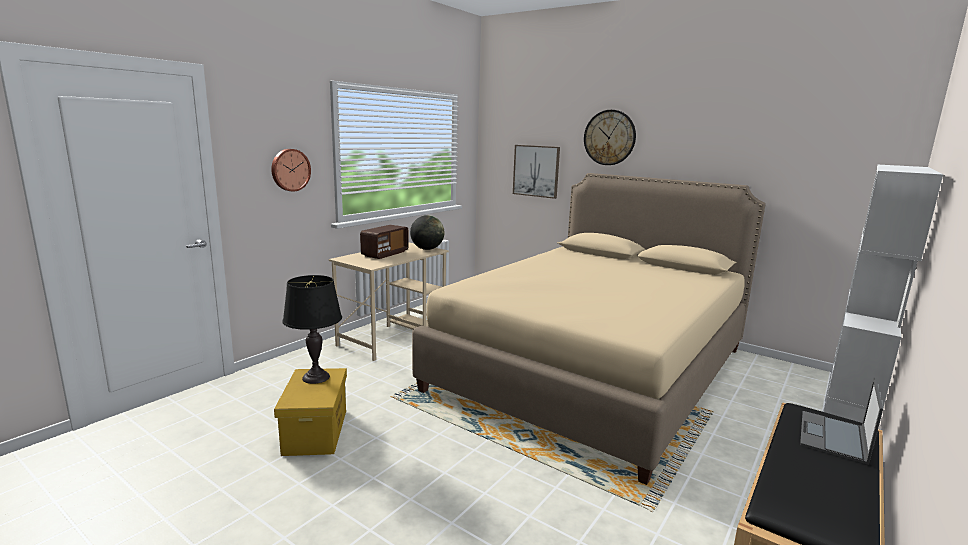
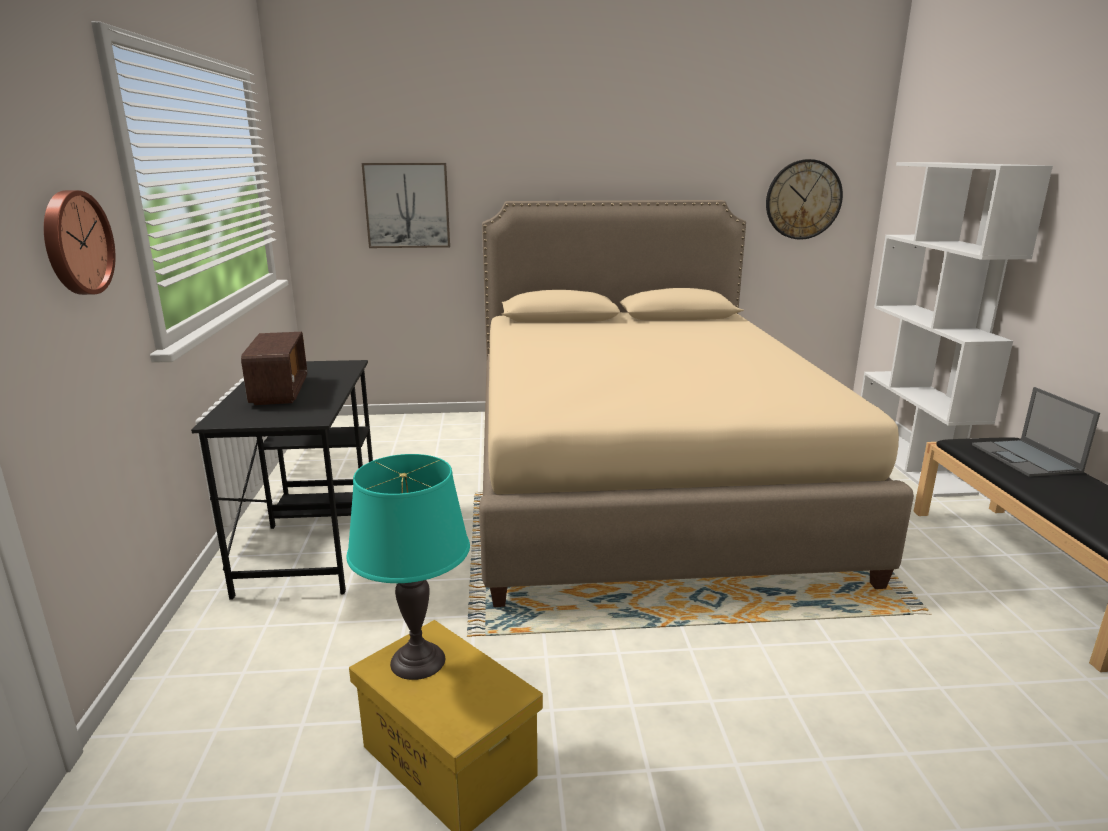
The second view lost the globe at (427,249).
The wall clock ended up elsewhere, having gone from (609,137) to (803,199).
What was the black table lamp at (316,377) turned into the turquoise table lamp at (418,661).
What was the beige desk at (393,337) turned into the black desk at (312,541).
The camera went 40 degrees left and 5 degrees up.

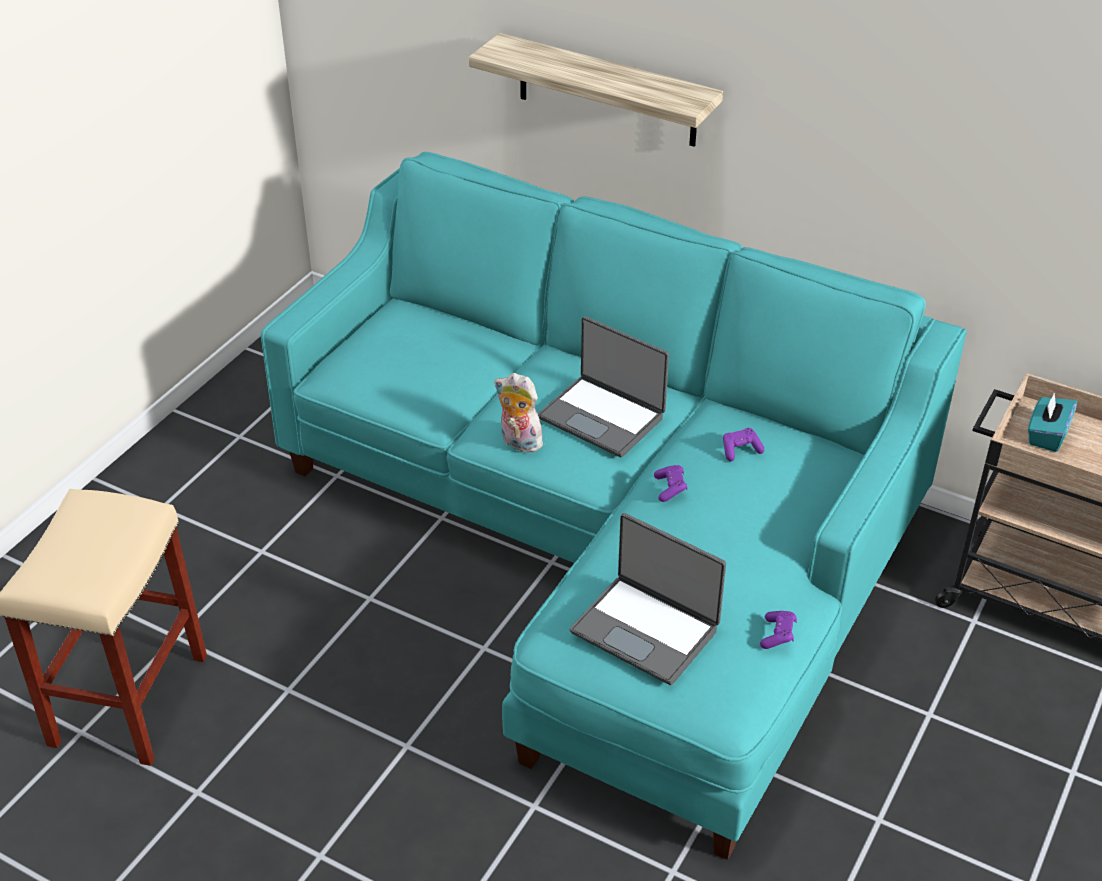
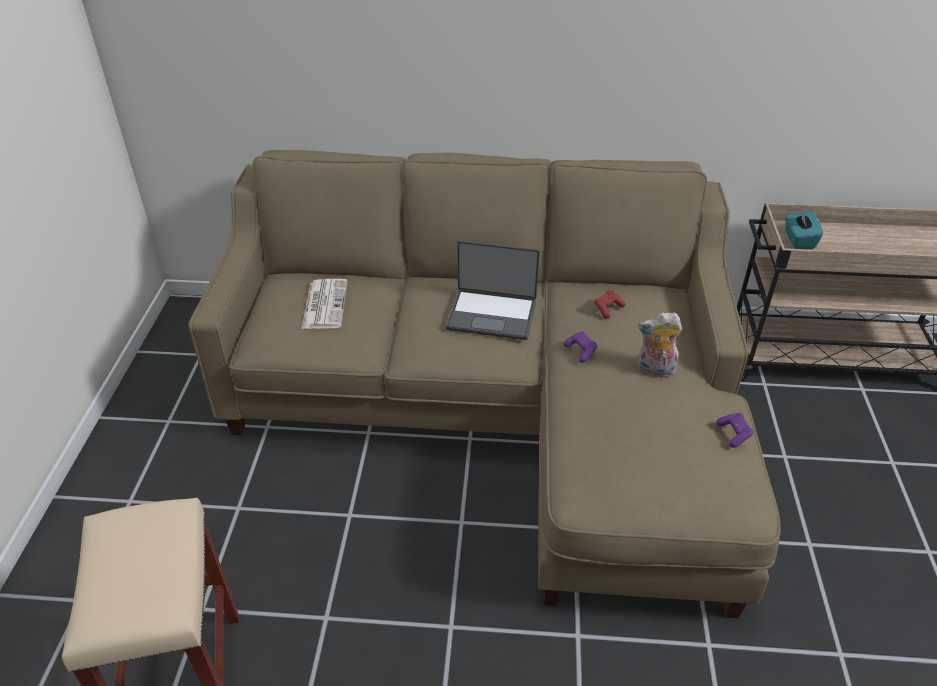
The second view lost the shelf at (607,91).
The second view lost the laptop at (646,629).
The second view gained the newspaper at (324,304).
The plush toy ended up elsewhere, having gone from (518,442) to (654,371).
What was the turquoise sofa at (610,541) turned into the beige sofa at (501,409).
What was the purple game controller at (740,450) turned into the red game controller at (608,309).
The camera went 25 degrees left and 0 degrees up.

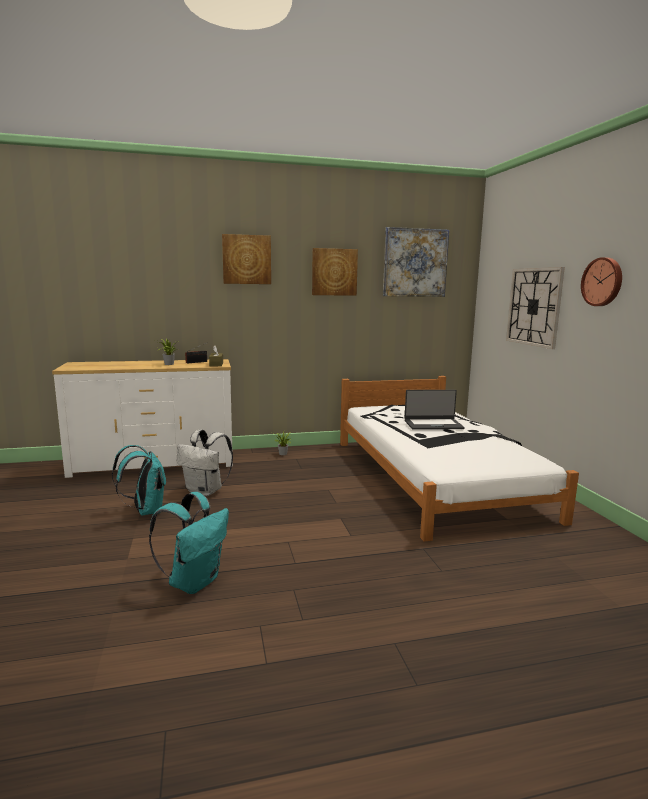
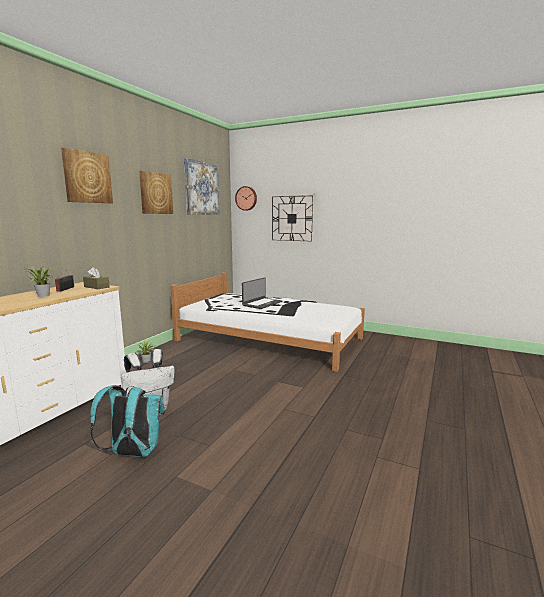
The second view lost the turquoise backpack at (194,581).
The wall clock ended up elsewhere, having gone from (603,282) to (246,198).
The camera went 50 degrees left and 0 degrees up.

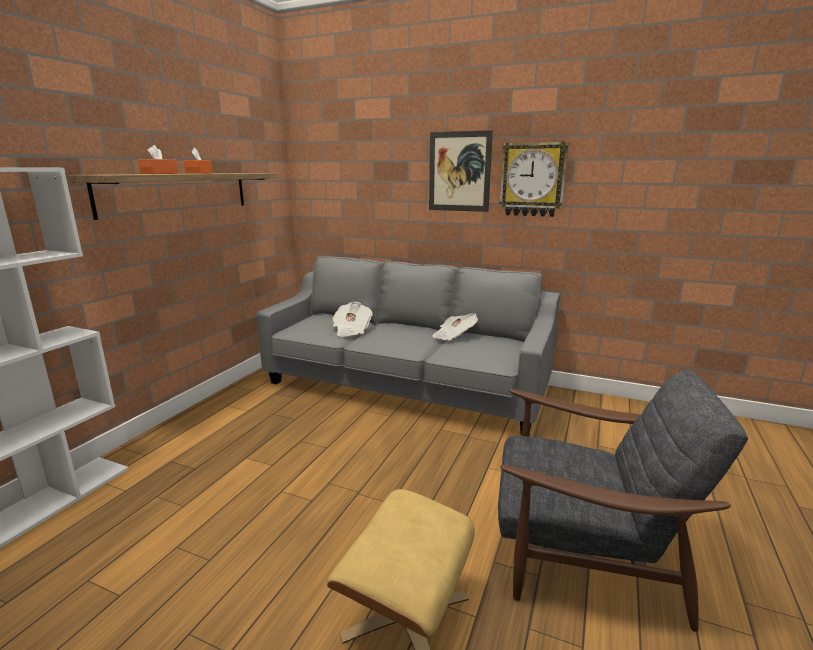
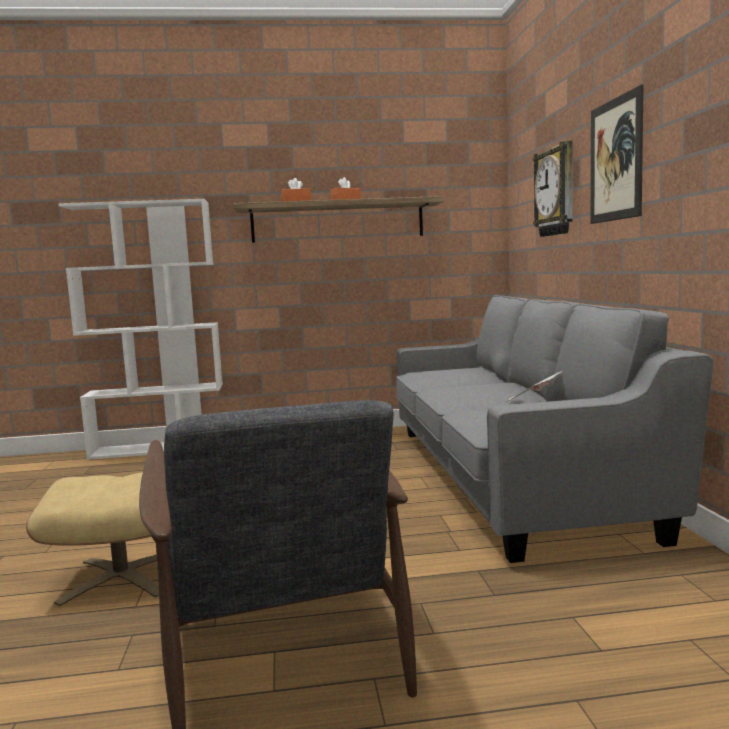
The second view lost the newspaper at (351,330).
The wall clock ended up elsewhere, having gone from (533,180) to (556,191).
The camera went 60 degrees right and 10 degrees down.

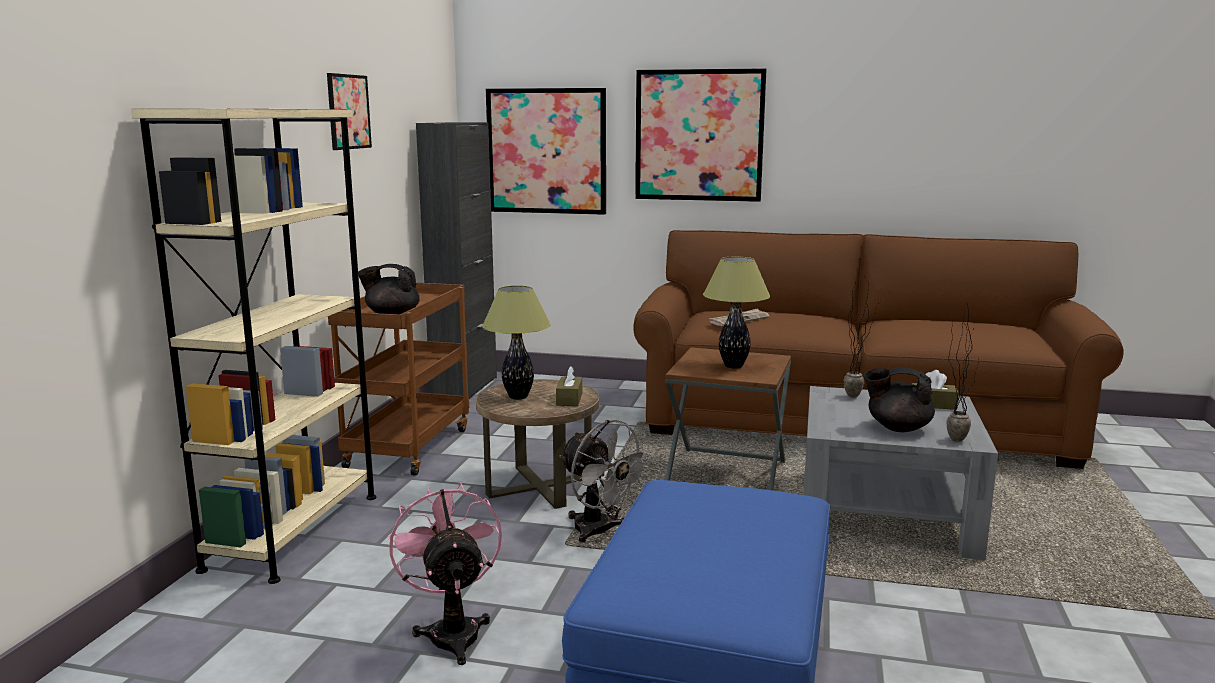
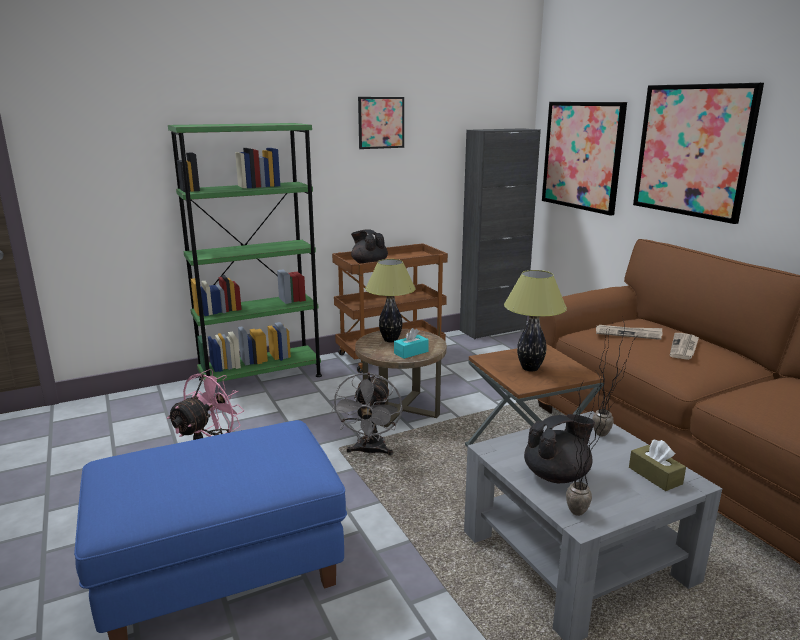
The second view gained the newspaper at (684,348).
What was the beige bookcase at (294,531) turned into the green bookcase at (260,377).
What was the brown tissue box at (569,399) turned into the turquoise tissue box at (411,352).
The black teapot at (897,428) ended up facing another way, 90 degrees clockwise from before.
The camera went 50 degrees right and 5 degrees up.

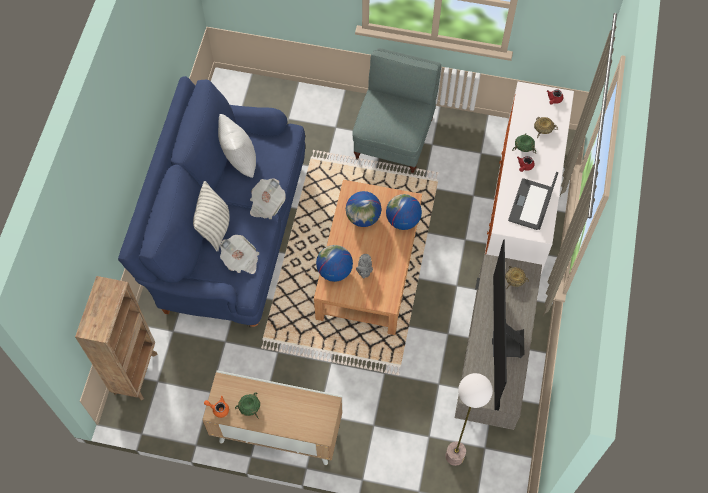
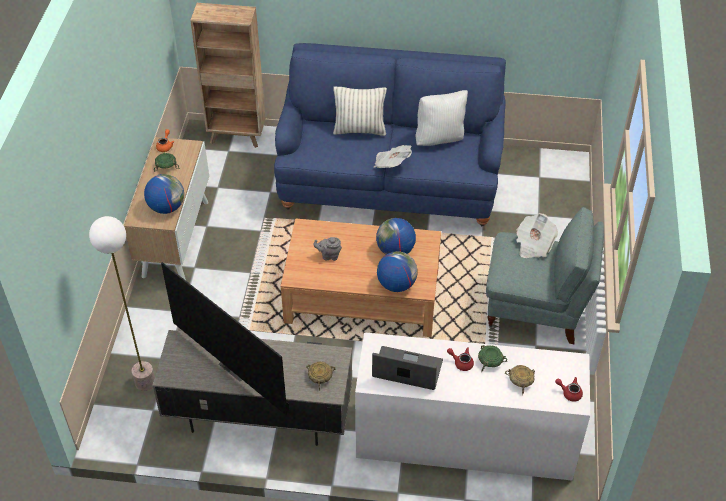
The newspaper ended up elsewhere, having gone from (241,260) to (533,244).
The globe ended up elsewhere, having gone from (334,271) to (166,207).
The television at (502,344) ended up facing another way, 135 degrees counterclockwise from before.
The camera went 85 degrees right and 15 degrees down.

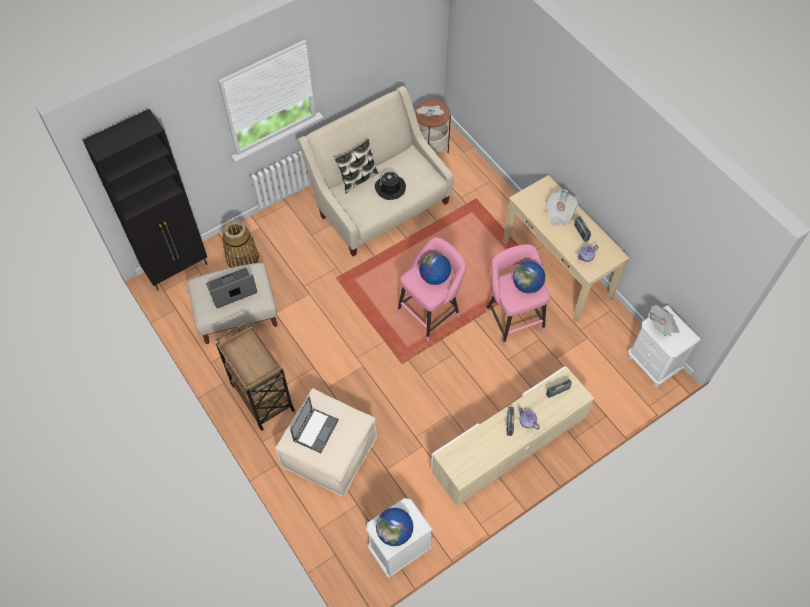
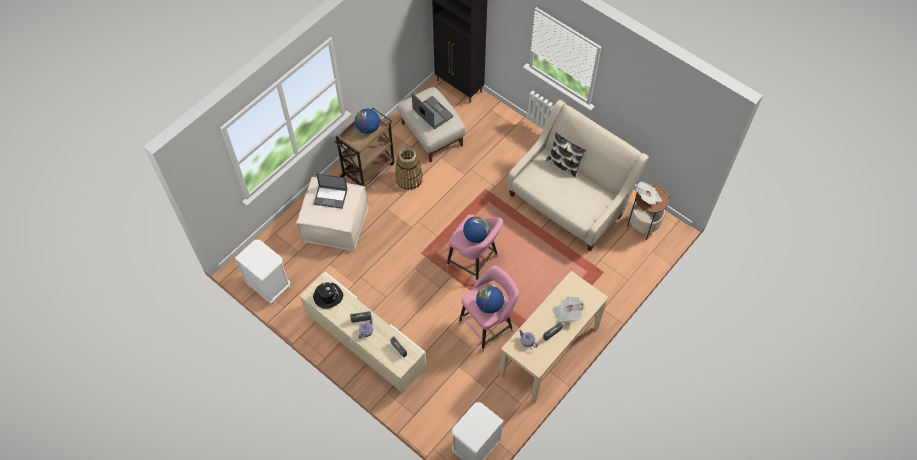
The second view lost the newspaper at (662,326).
The basket ended up elsewhere, having gone from (242,258) to (409,179).
The black hat ended up elsewhere, having gone from (390,188) to (328,296).
The globe ended up elsewhere, having gone from (394,532) to (368,128).
The camera went 75 degrees right and 0 degrees up.

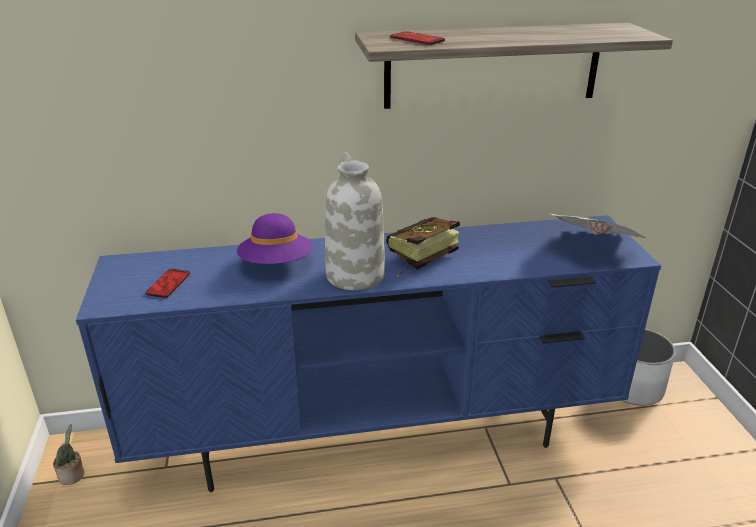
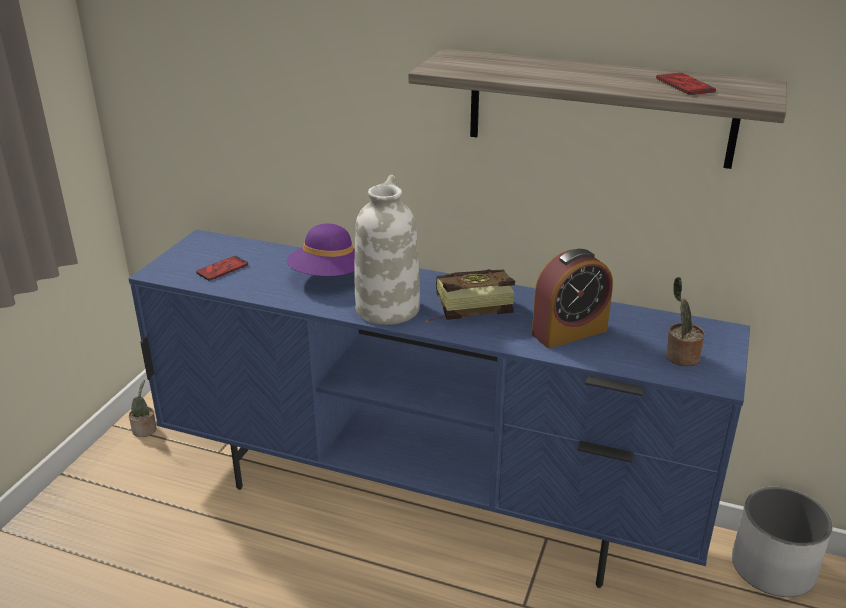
The second view gained the alarm clock at (569,332).
The phone ended up elsewhere, having gone from (417,39) to (685,85).
Where the newspaper stood at (594,248), the potted plant came to stand at (679,357).
The camera went 30 degrees right and 0 degrees up.

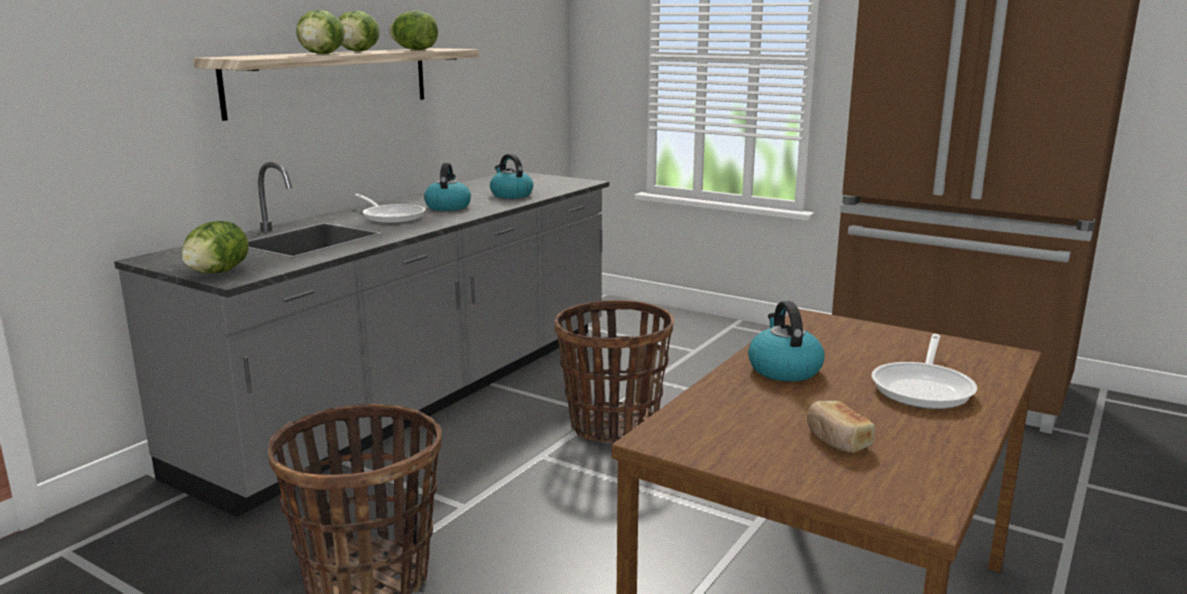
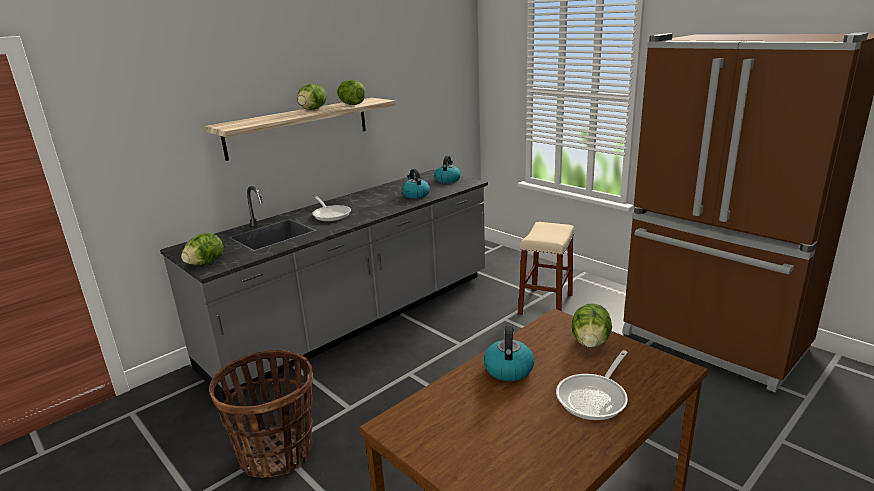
The second view lost the basket at (613,426).
The second view lost the bread at (837,439).
The second view gained the beige stool at (546,304).
The lettuce ended up elsewhere, having gone from (321,54) to (590,343).
The kettle ended up elsewhere, having gone from (448,207) to (447,180).
The camera went 15 degrees right and 5 degrees up.

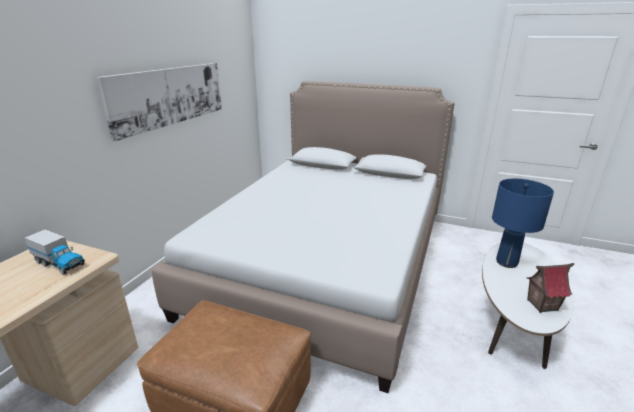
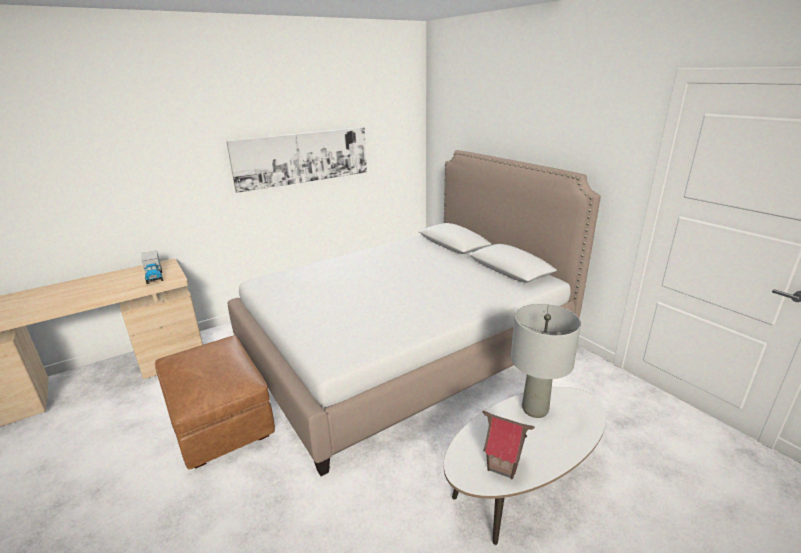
What was the blue table lamp at (506,262) turned into the grey table lamp at (534,409).
The camera went 35 degrees right and 0 degrees up.

